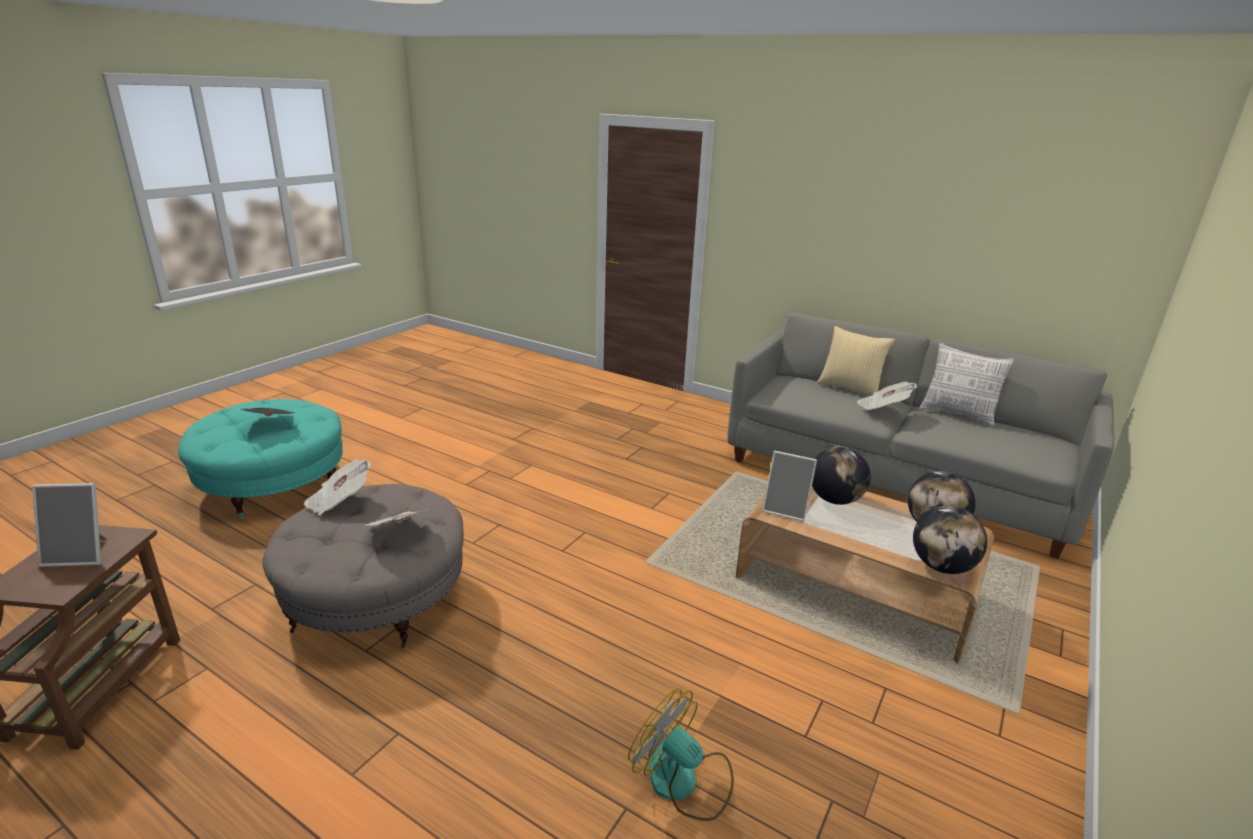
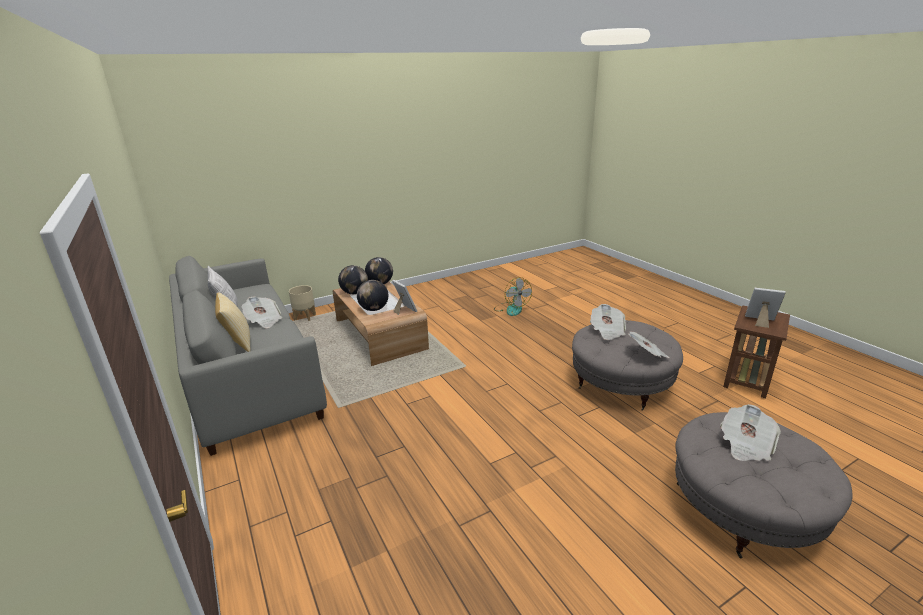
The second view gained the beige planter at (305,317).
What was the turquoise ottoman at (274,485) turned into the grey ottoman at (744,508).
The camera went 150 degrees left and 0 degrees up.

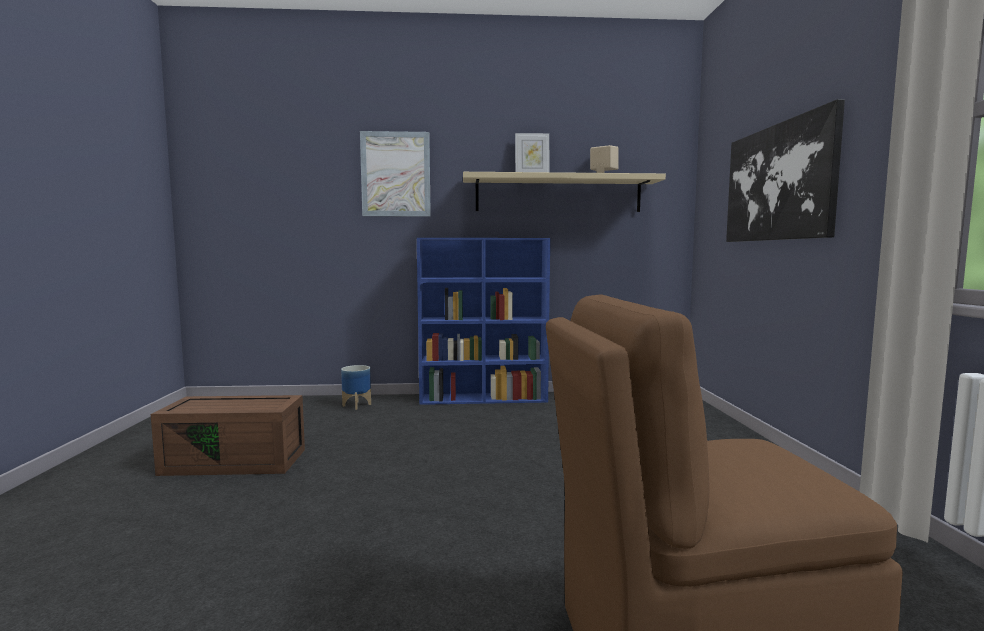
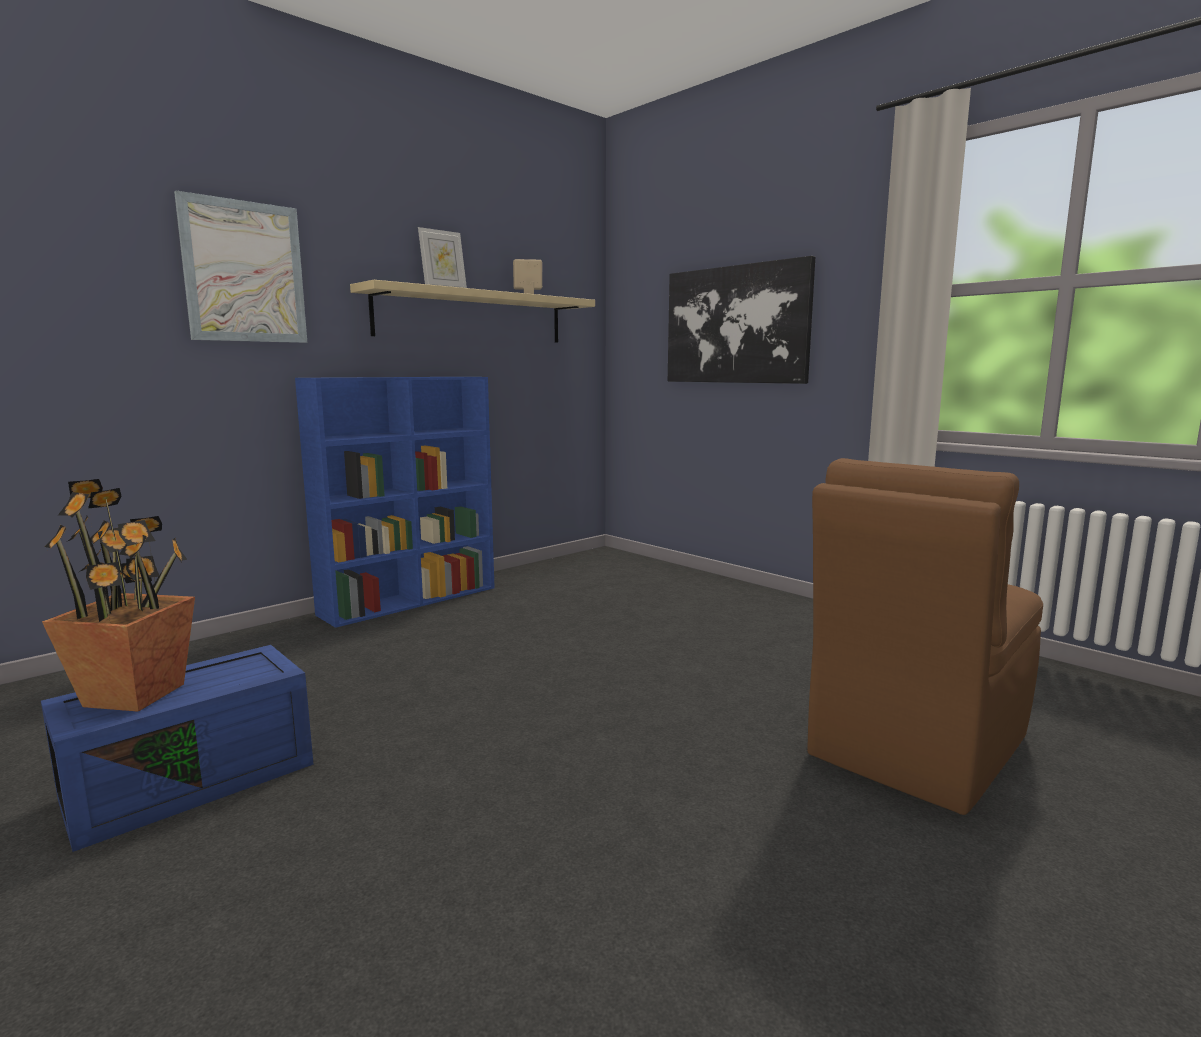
The second view lost the planter at (357,405).
The second view gained the potted plant at (136,695).
What was the brown storage box at (237,461) turned into the blue storage box at (193,778).
The camera went 40 degrees left and 5 degrees up.

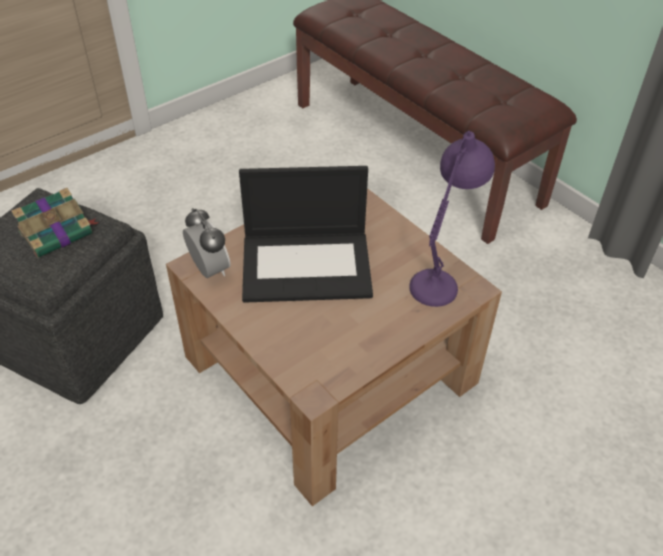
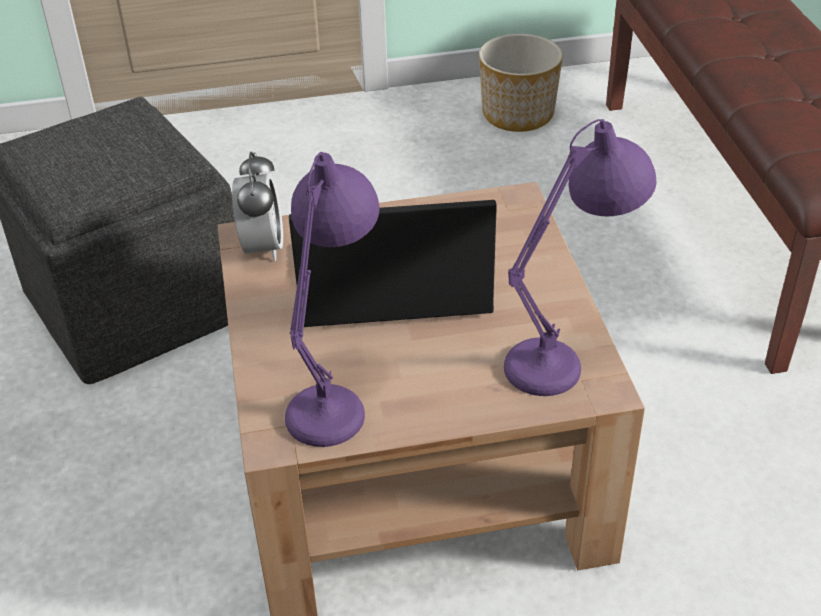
The second view lost the book at (58,233).
The second view gained the purple table lamp at (338,393).
The second view gained the planter at (517,114).
The laptop at (308,265) ended up facing another way, 150 degrees clockwise from before.
The camera went 30 degrees right and 5 degrees down.

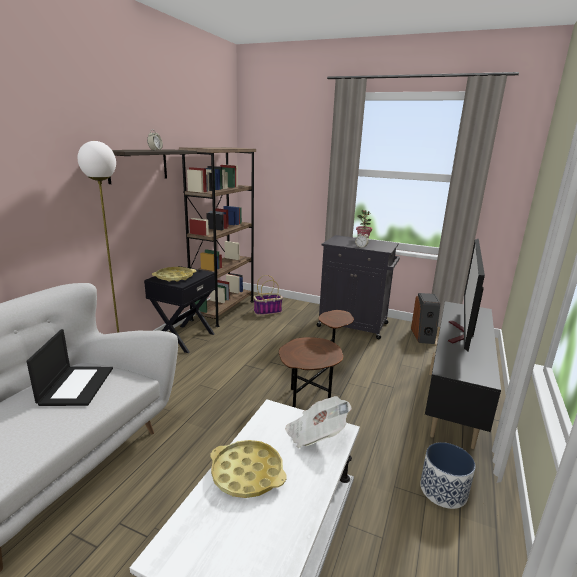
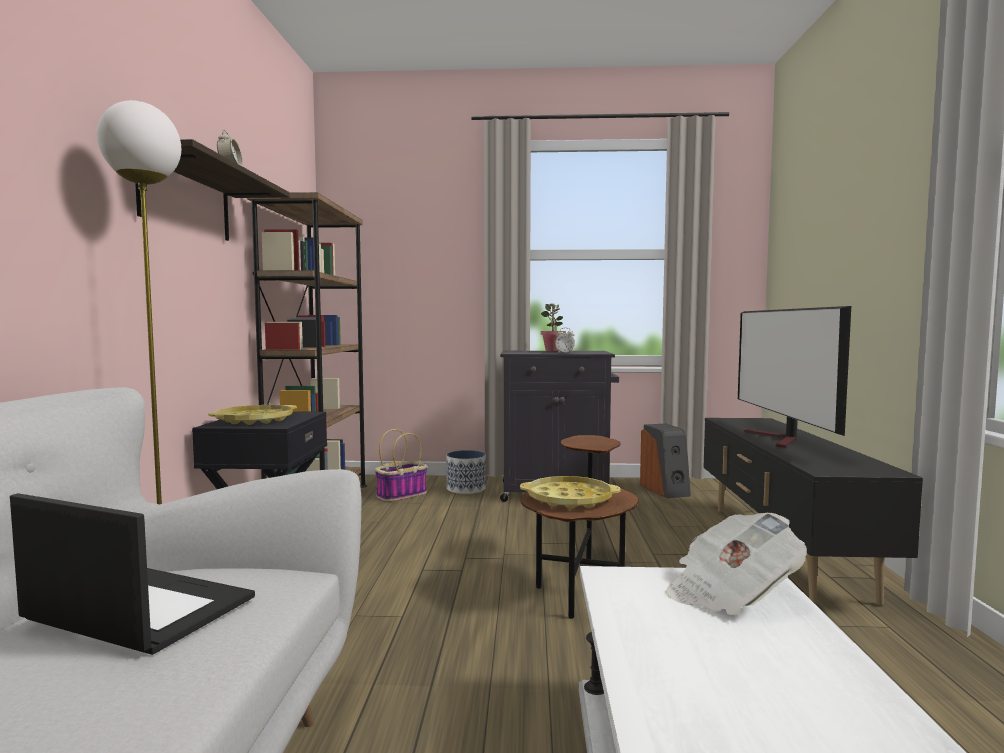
The yellow tray ended up elsewhere, having gone from (247,473) to (569,499).
The planter ended up elsewhere, having gone from (443,491) to (466,489).
The laptop at (76,385) ended up facing another way, 45 degrees counterclockwise from before.
The camera went 20 degrees left and 15 degrees down.

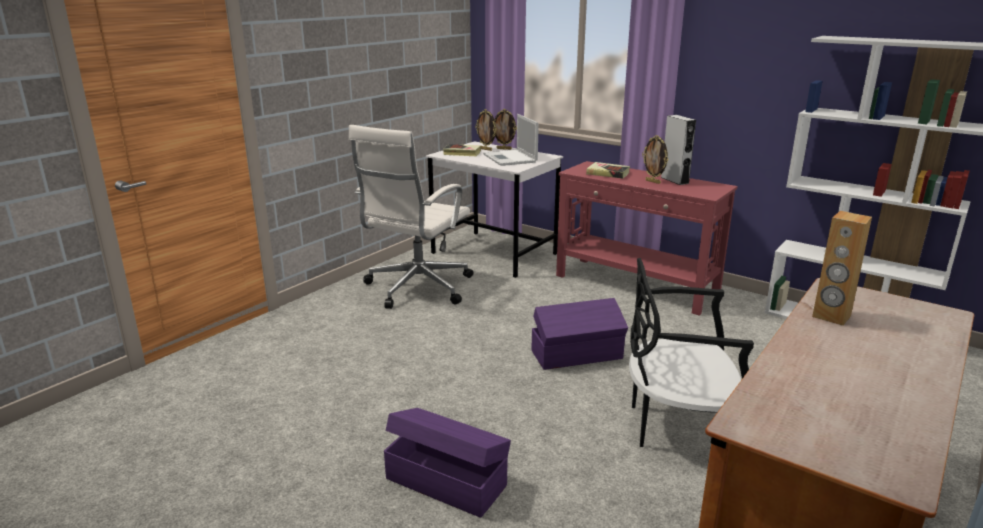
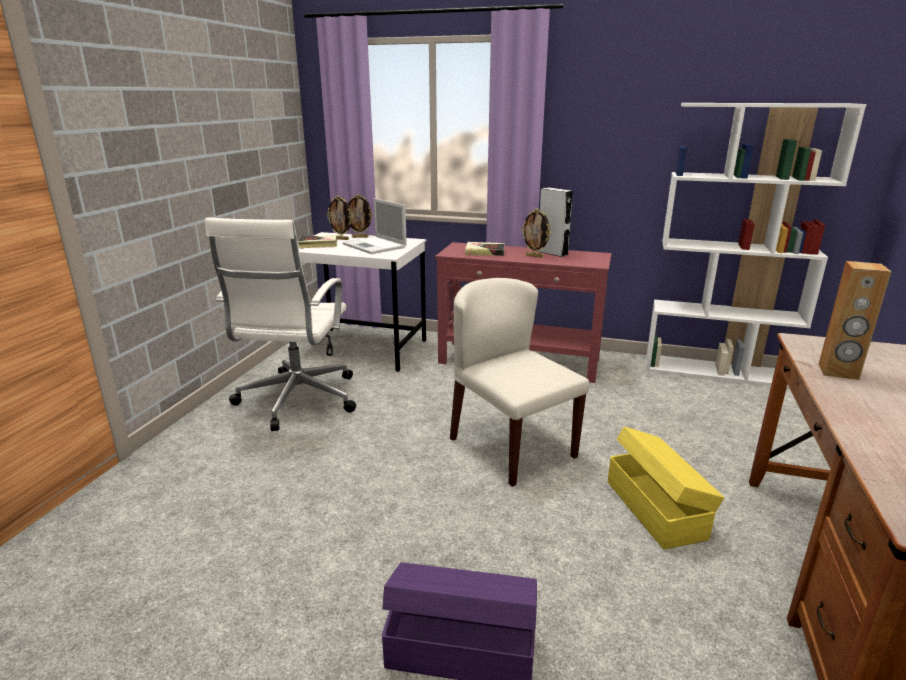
Where the purple storage box stood at (578,355), the beige chair came to stand at (511,447).
Where the black chair stood at (678,427), the yellow storage box came to stand at (655,508).
The camera went 20 degrees left and 0 degrees up.

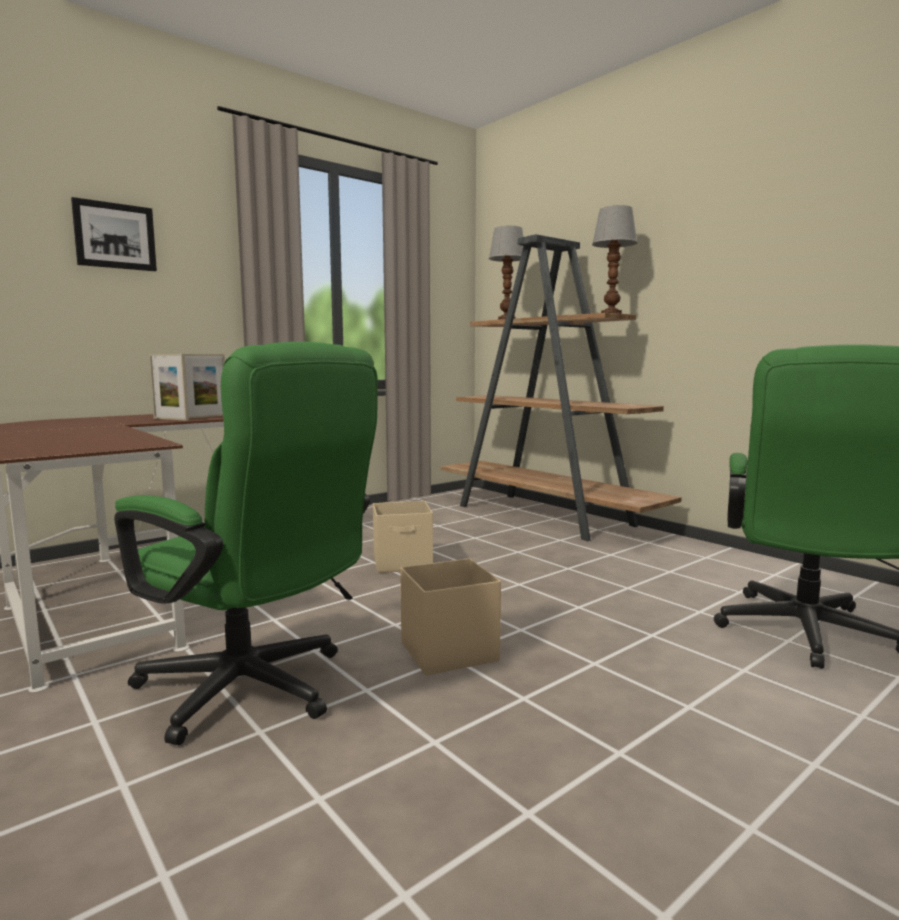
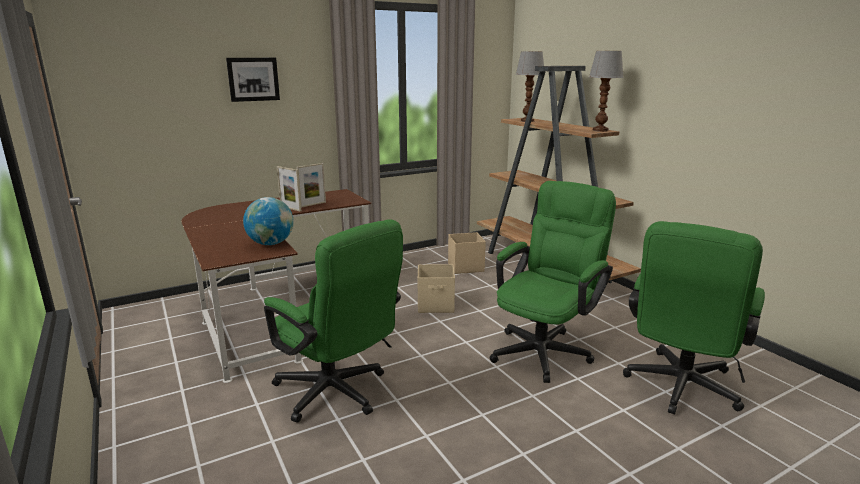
The second view gained the globe at (271,243).
The second view gained the green office chair at (545,349).
The beige storage box ended up elsewhere, having gone from (447,652) to (465,267).
The camera went 10 degrees right and 10 degrees up.

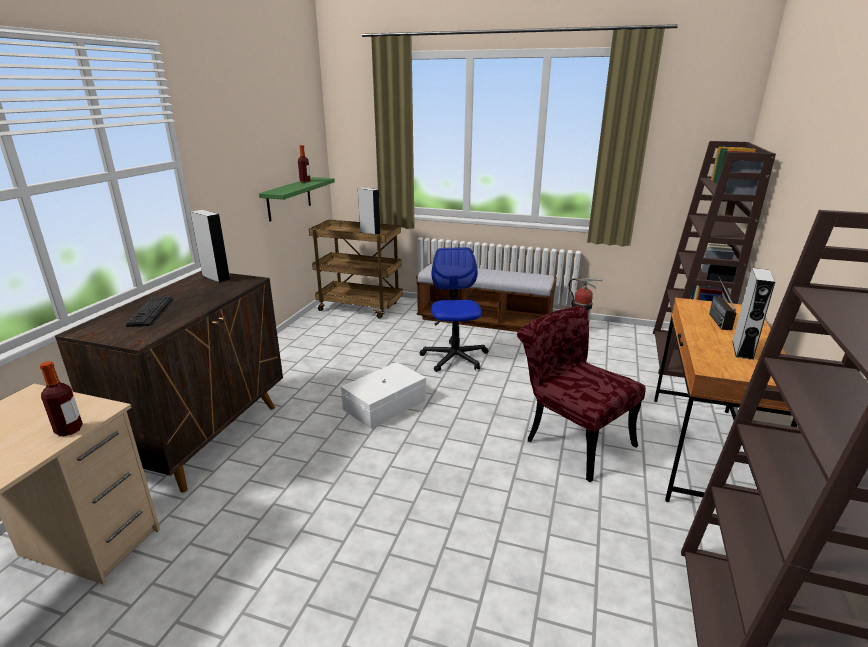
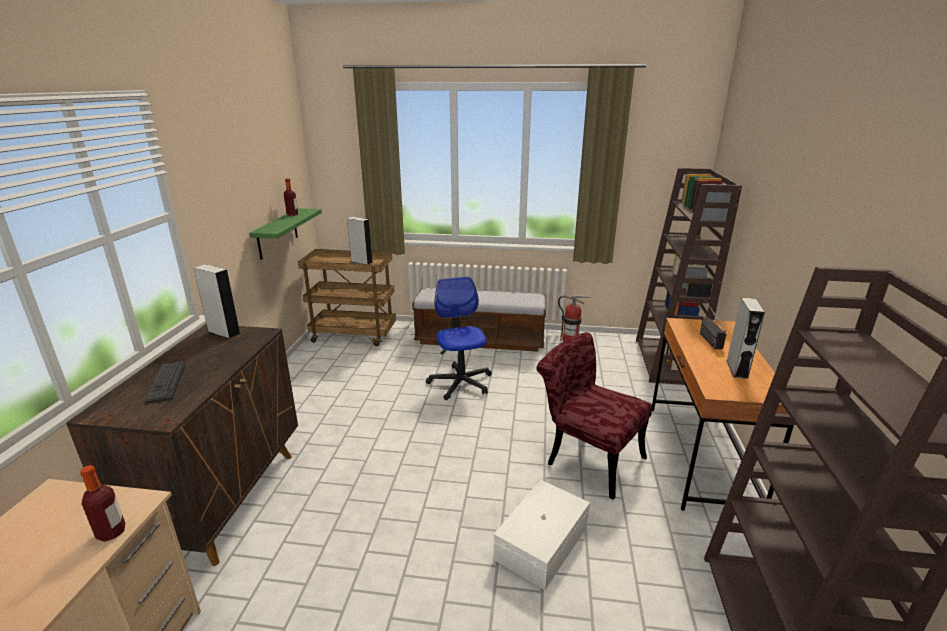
The white storage box ended up elsewhere, having gone from (386,405) to (543,543).
The camera went 10 degrees left and 0 degrees up.

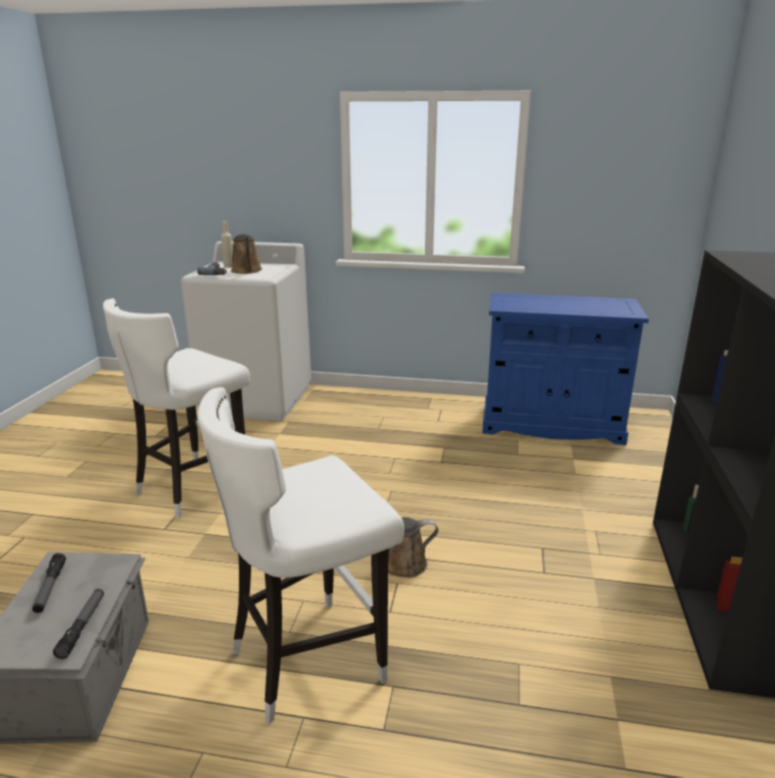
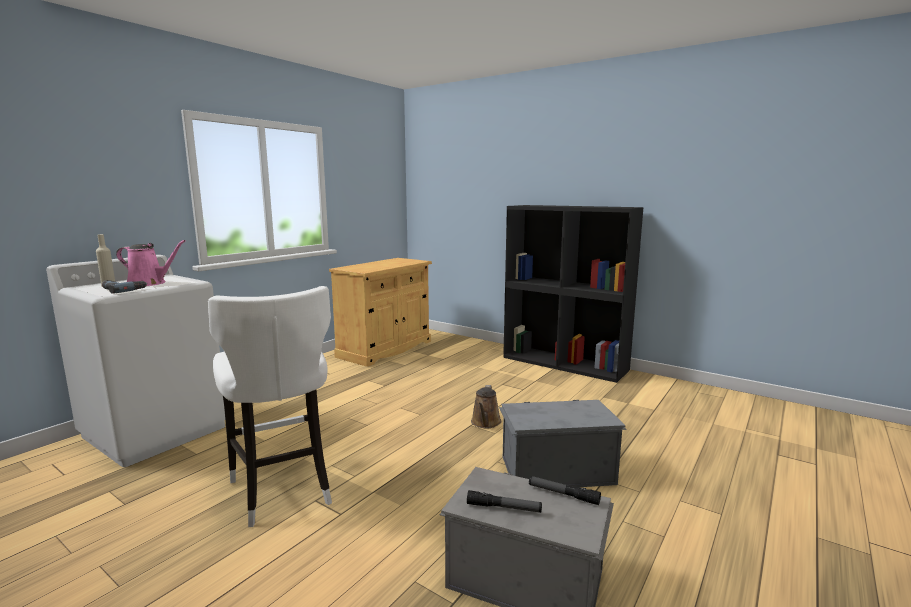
Where the white stool stood at (308,659), the grey storage box came to stand at (556,469).
What was the brown watering can at (247,271) turned into the pink watering can at (149,283).
What was the blue cabinet at (551,425) turned into the beige cabinet at (385,349).
The camera went 65 degrees left and 10 degrees down.

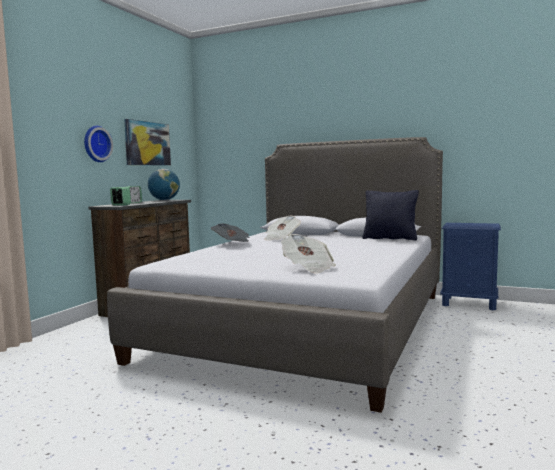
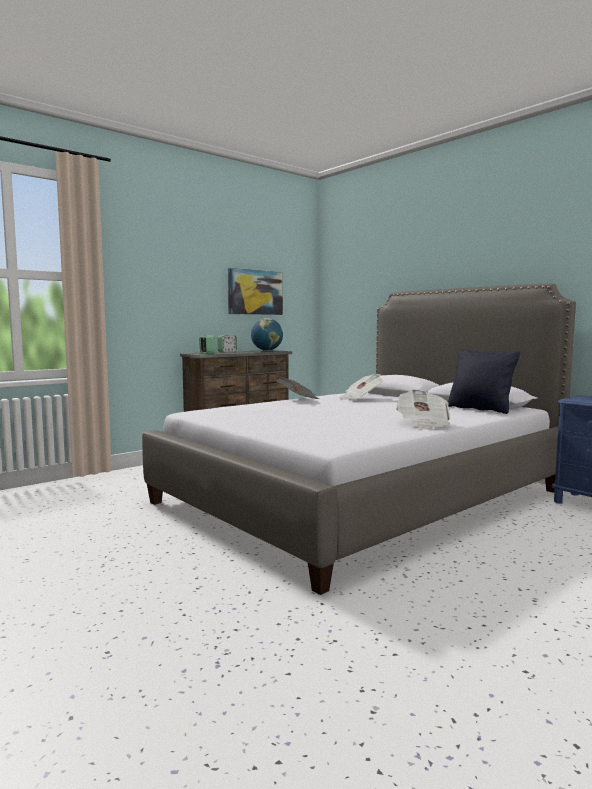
The second view lost the wall clock at (96,144).
The newspaper ended up elsewhere, having gone from (308,268) to (423,424).
The camera went 25 degrees right and 0 degrees up.

